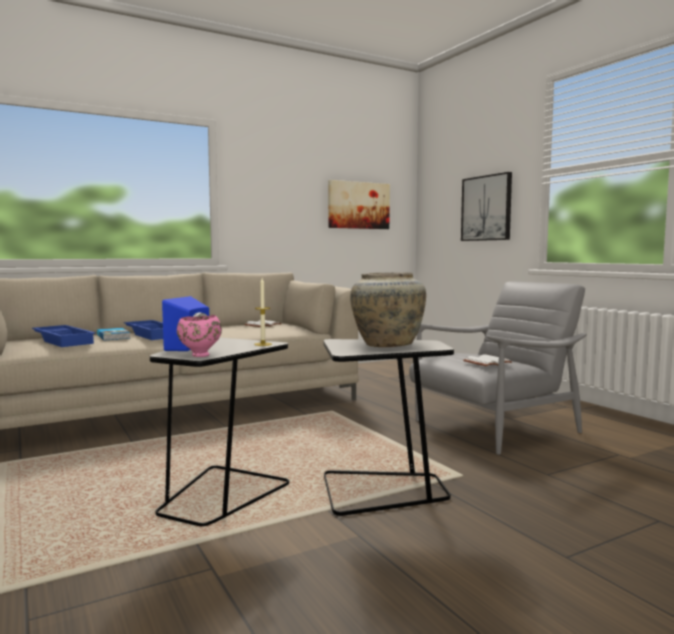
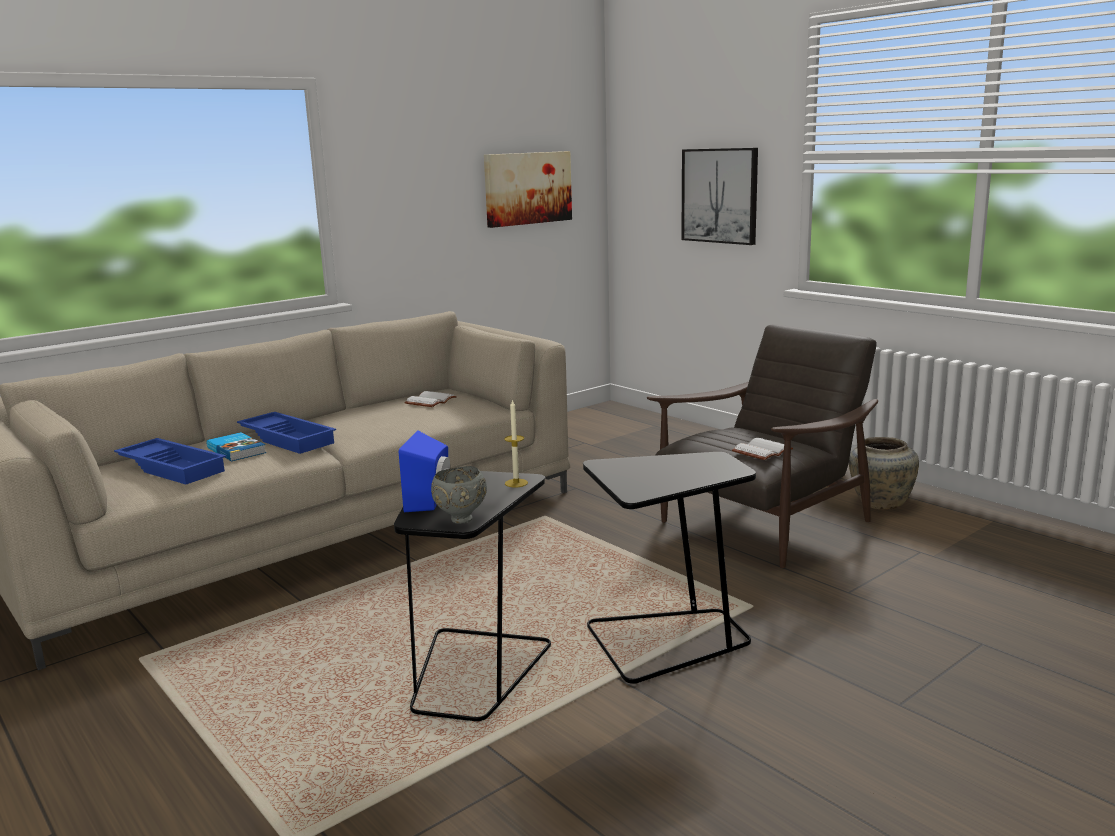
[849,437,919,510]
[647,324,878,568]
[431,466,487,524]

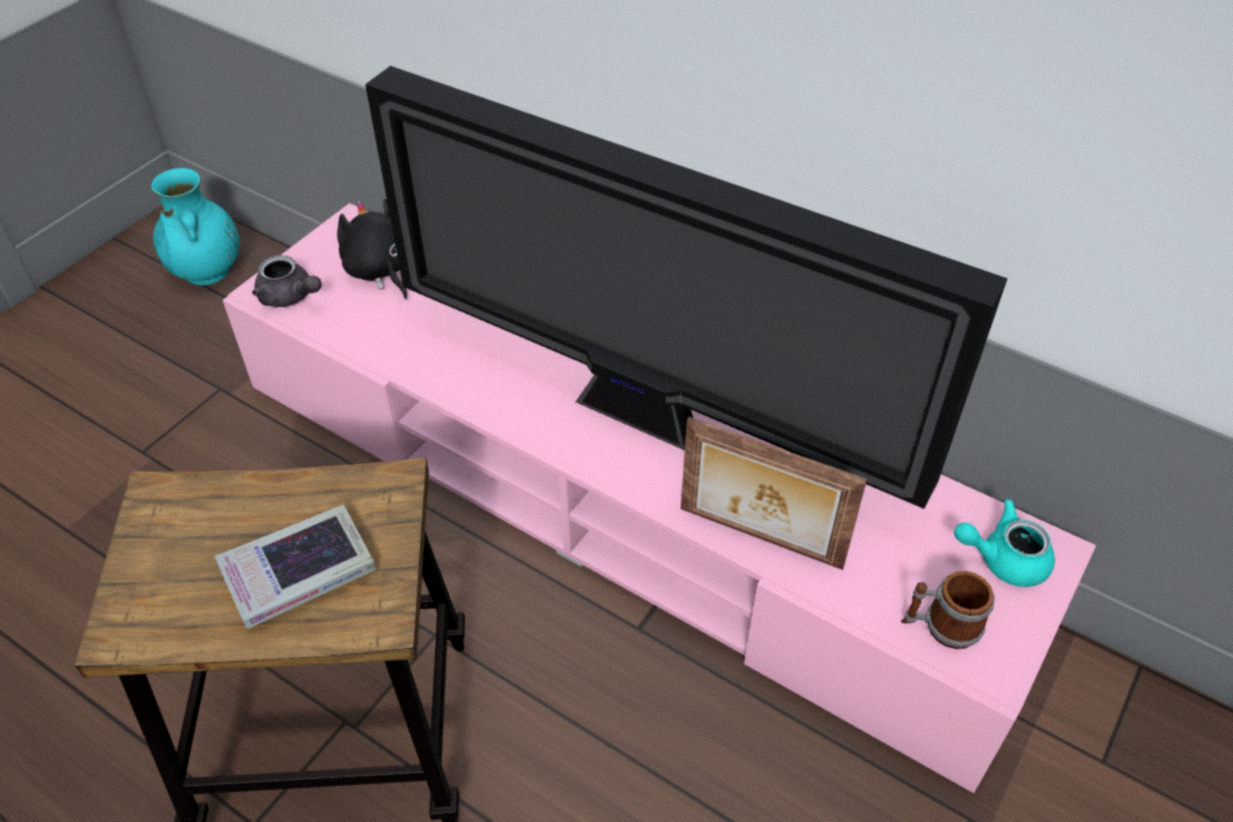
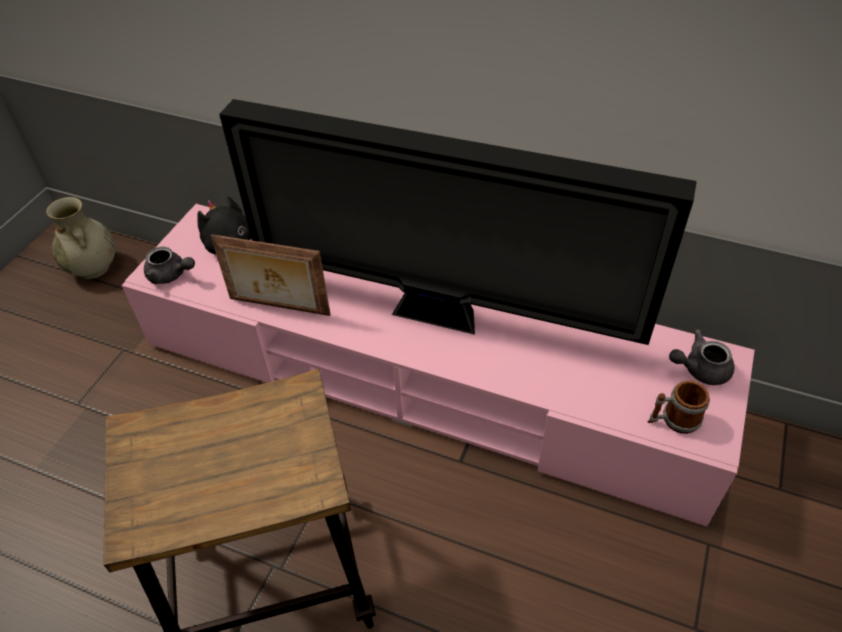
[46,197,115,279]
[211,234,330,316]
[669,329,735,385]
[214,505,376,629] (first image)

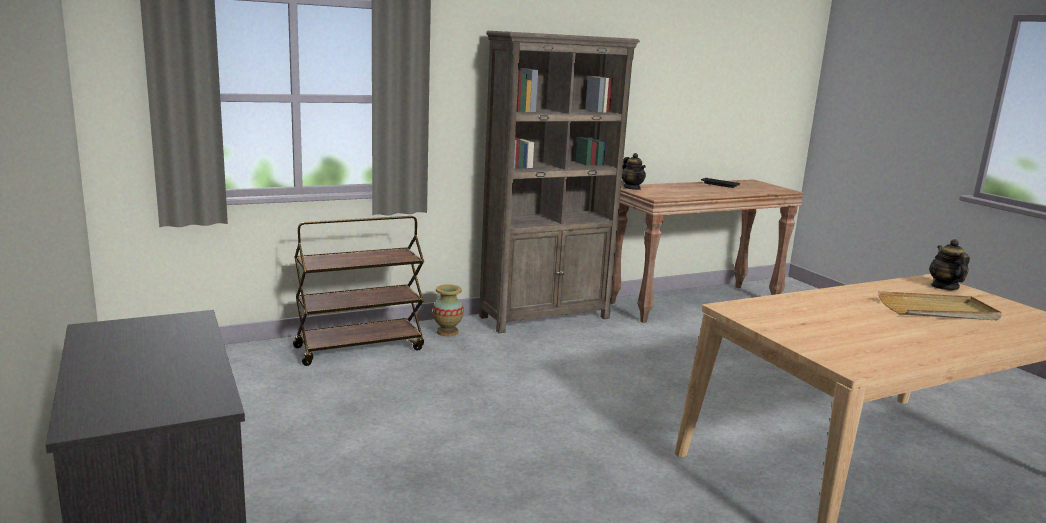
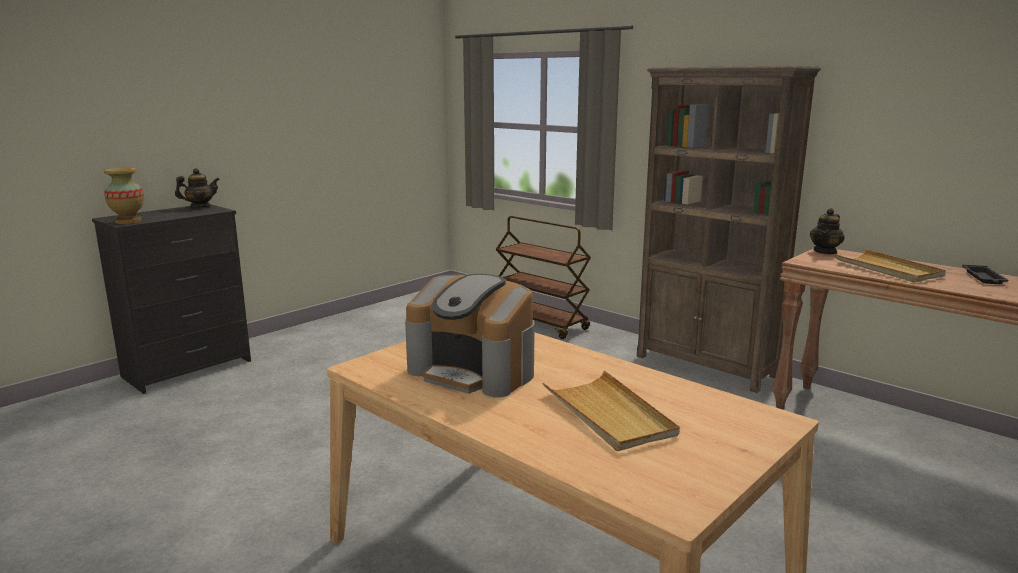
[175,168,220,208]
[104,168,144,224]
[835,250,946,283]
[405,274,535,397]

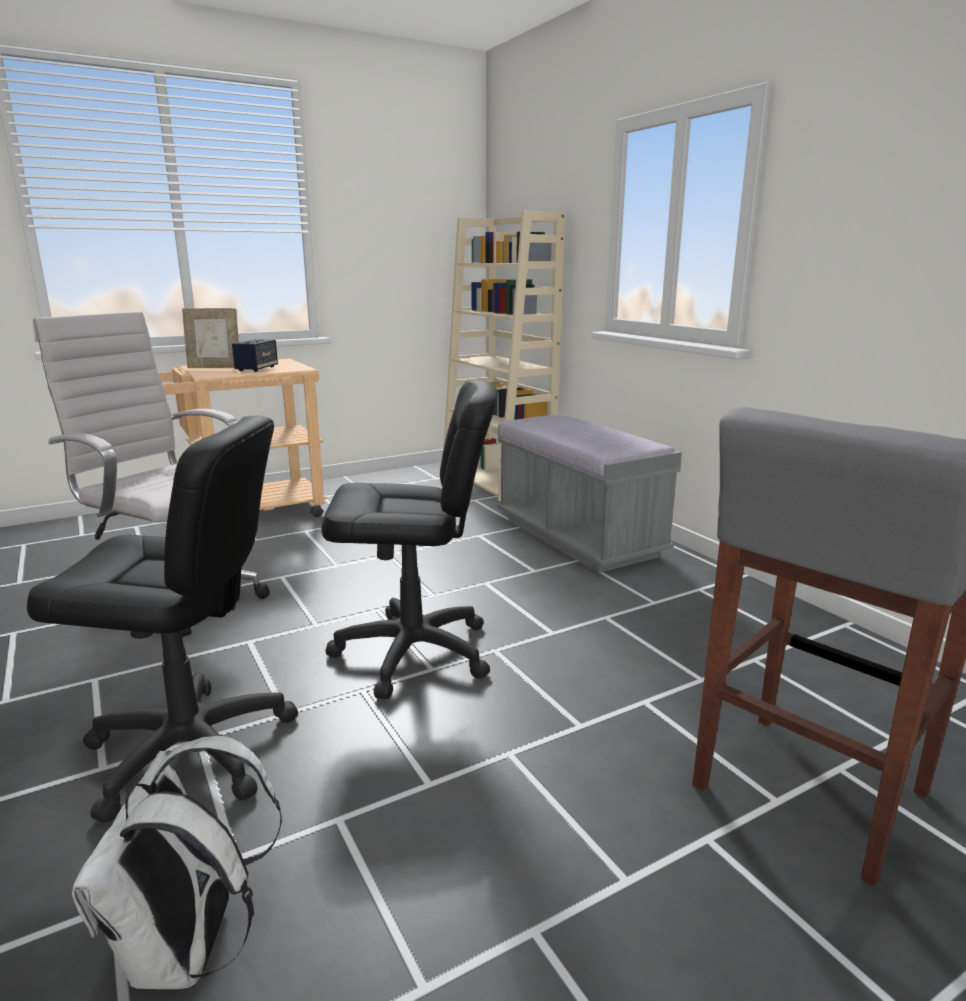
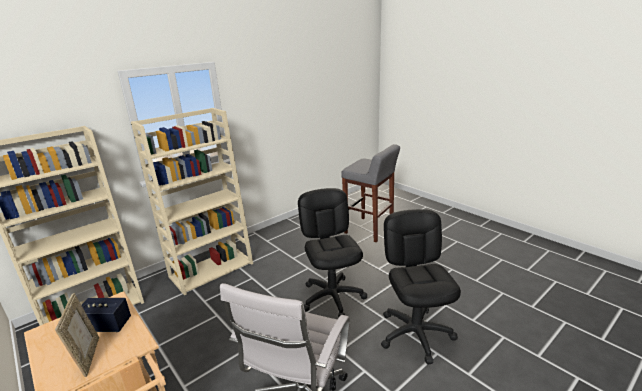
[131,108,253,296]
[72,736,282,989] (first image)

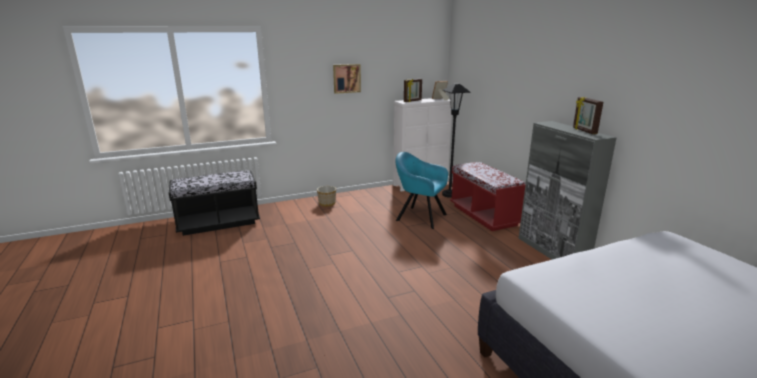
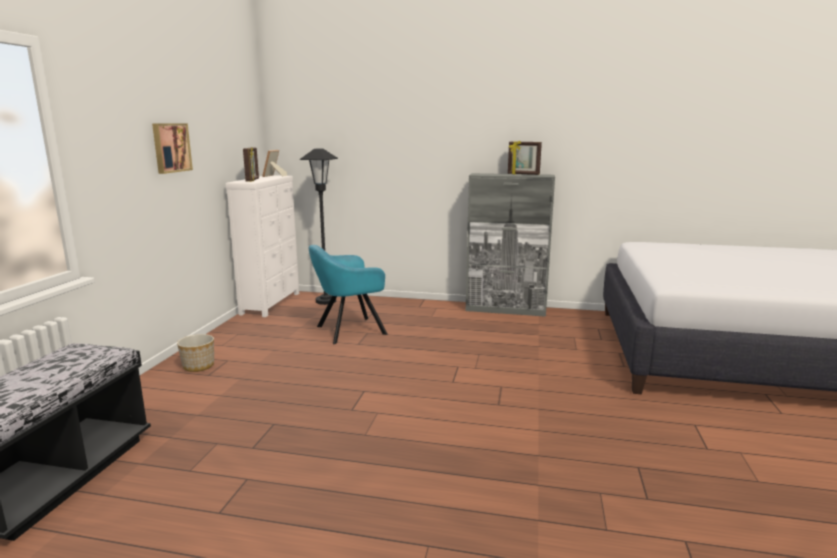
[450,162,526,231] (first image)

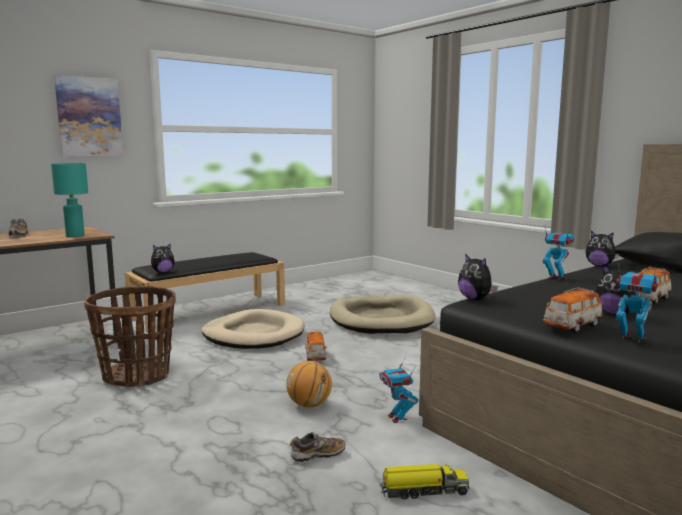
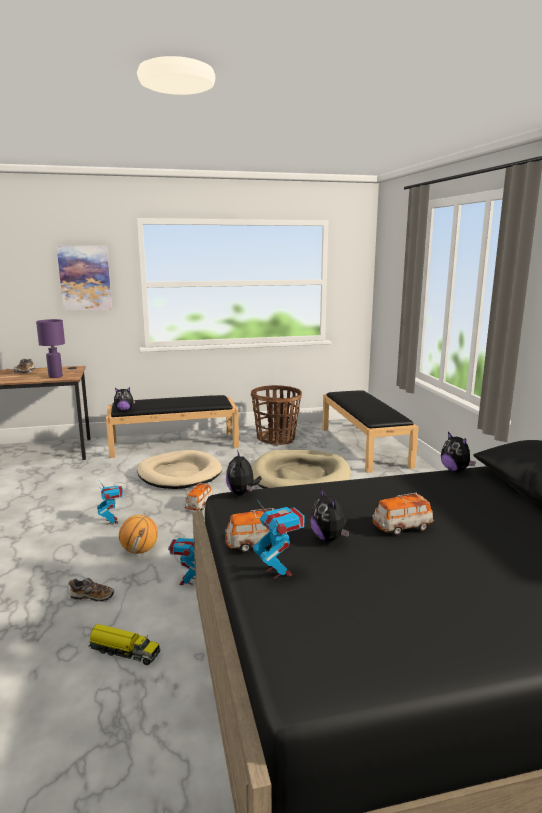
[36,319,65,378]
[97,481,123,525]
[251,385,302,445]
[322,390,419,473]

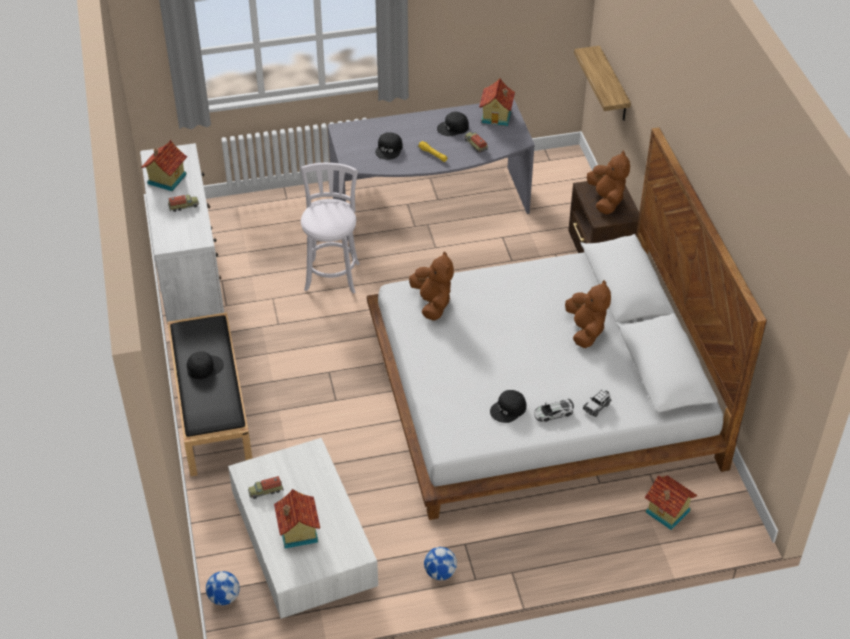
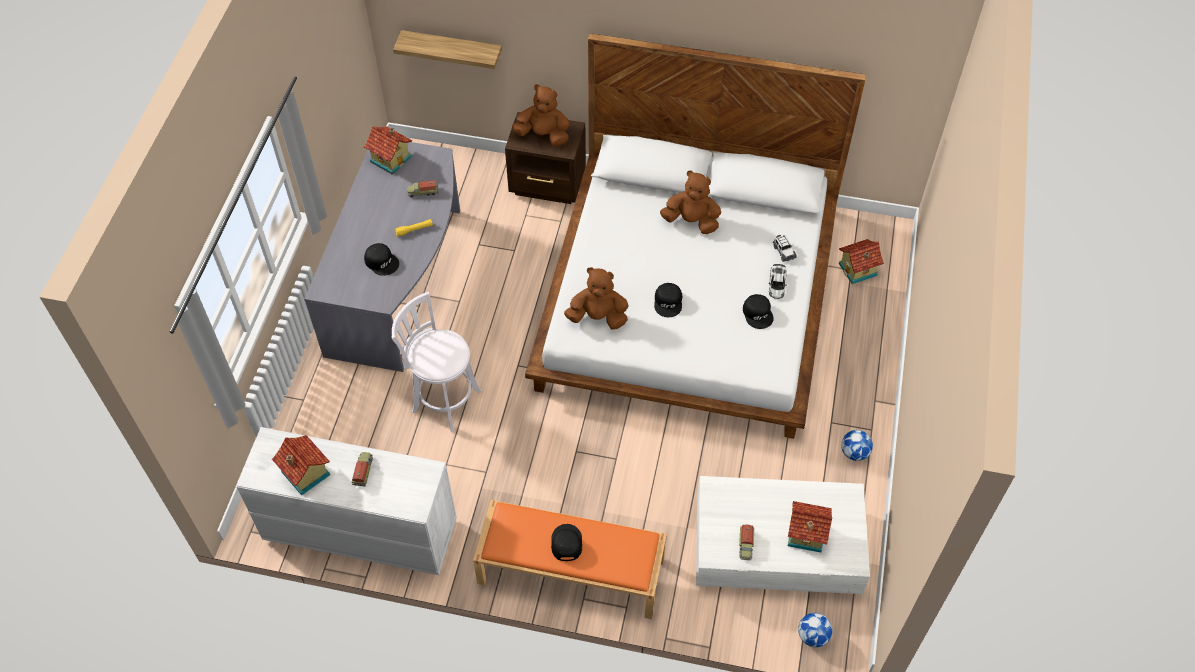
[654,283,682,317]
[473,500,667,619]

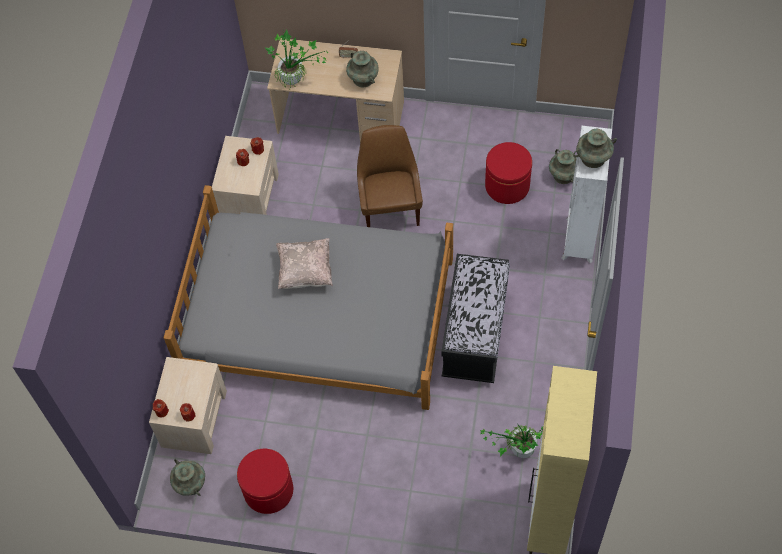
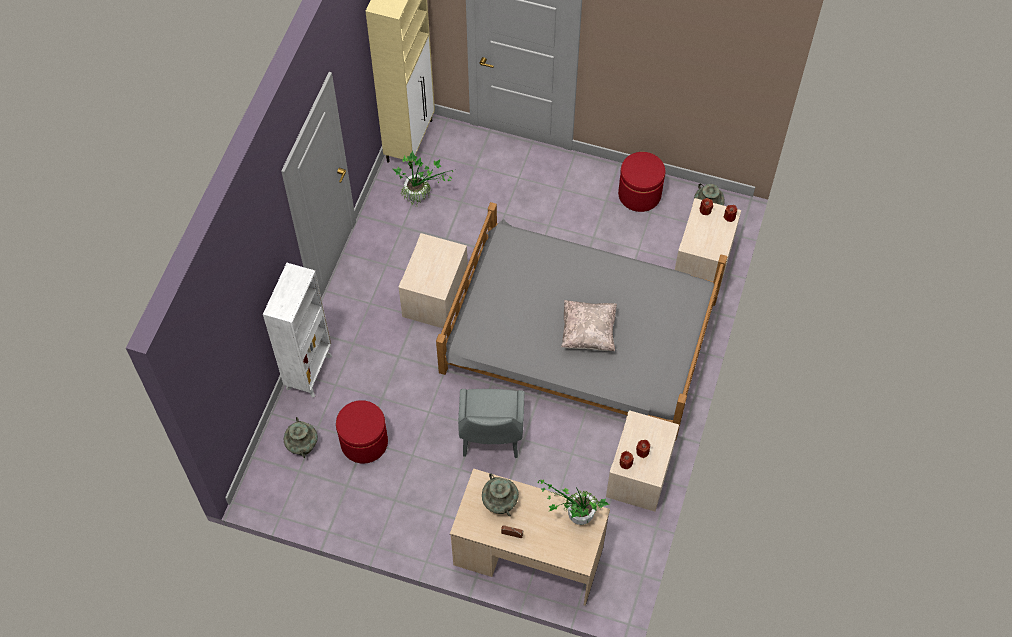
[458,389,525,458]
[573,129,617,168] (first image)
[399,233,468,328]

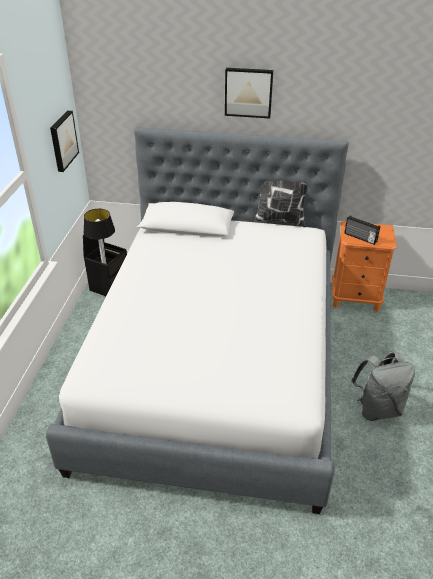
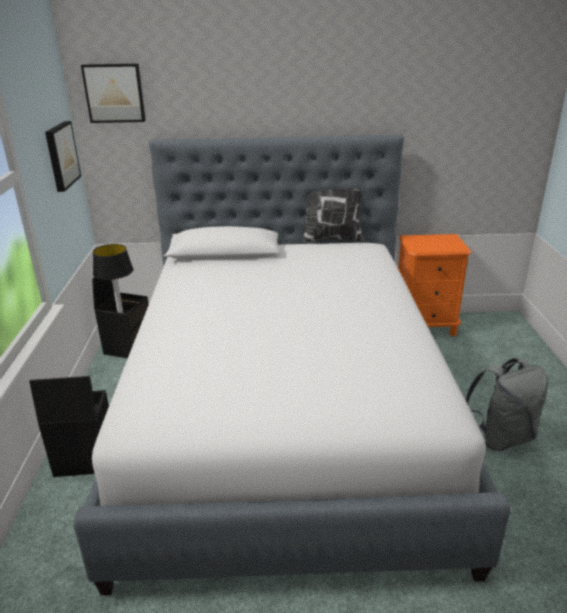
[81,63,146,123]
[344,216,380,245] (first image)
[29,376,109,477]

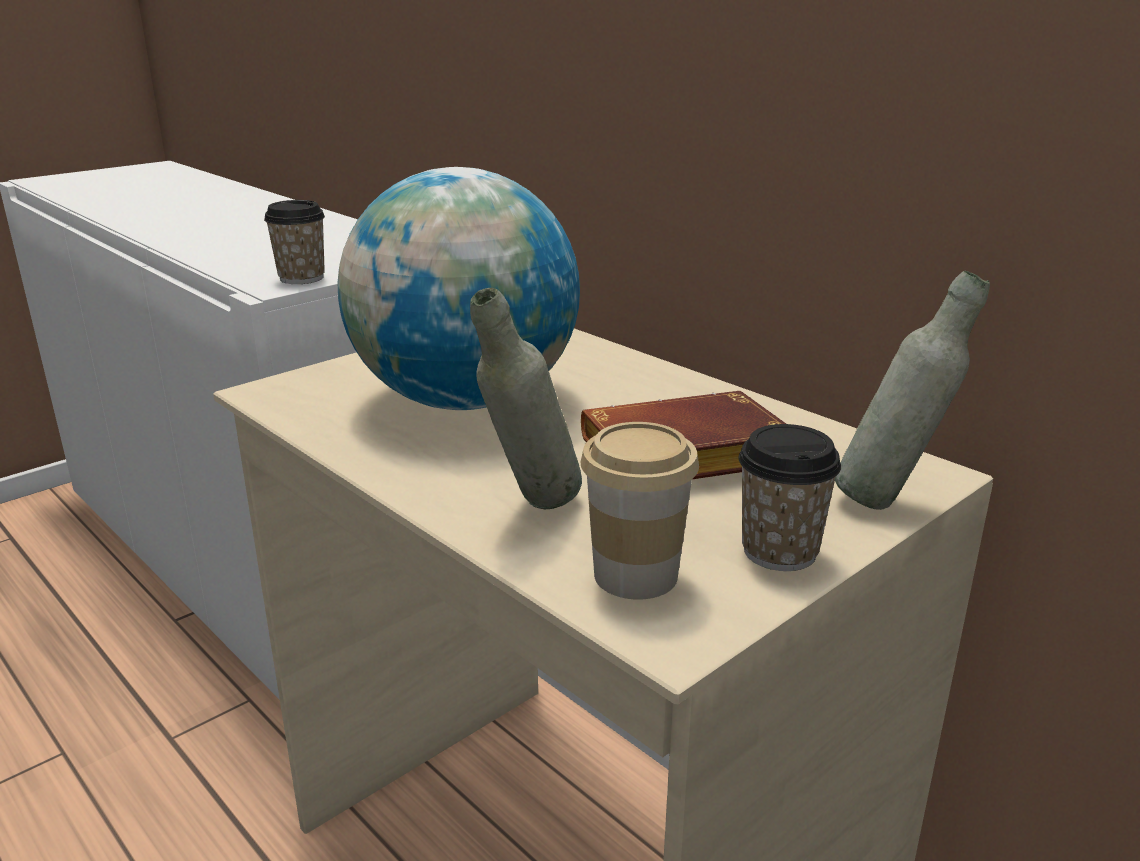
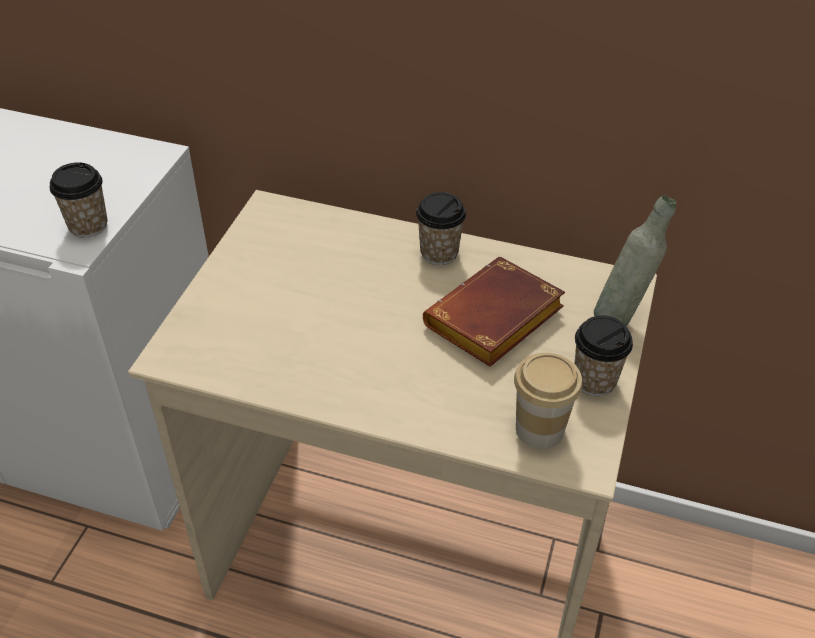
[338,167,580,410] (first image)
[470,288,582,509] (first image)
[416,192,466,265]

